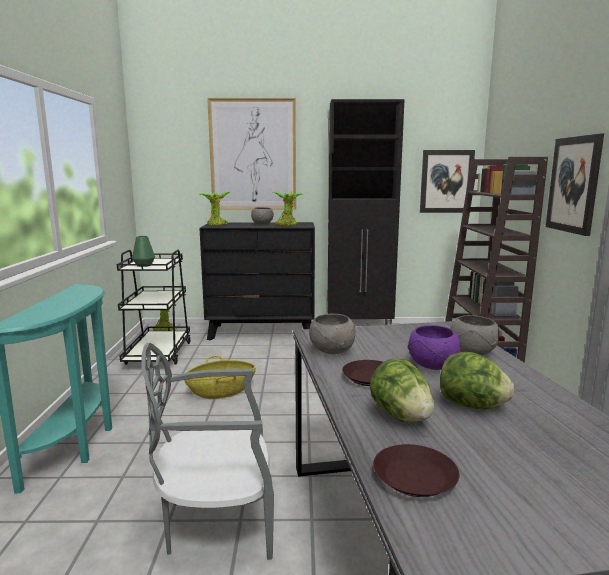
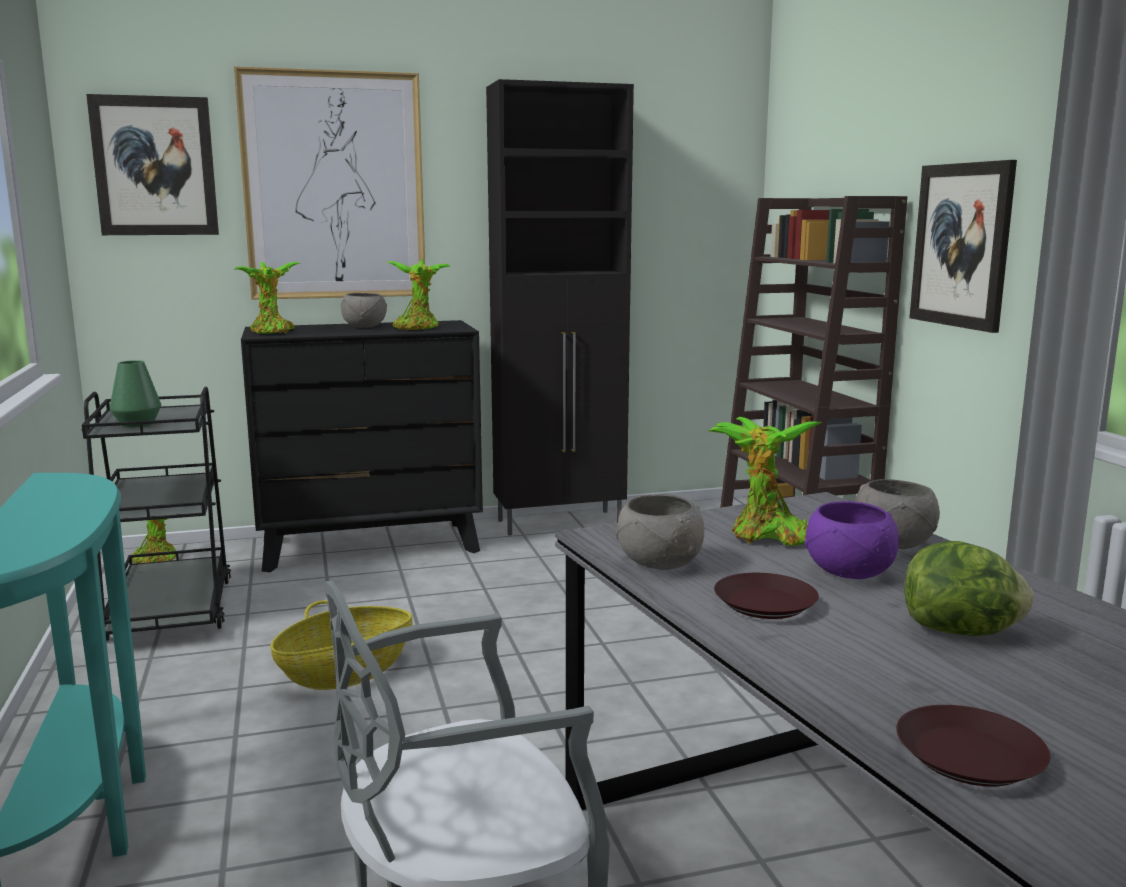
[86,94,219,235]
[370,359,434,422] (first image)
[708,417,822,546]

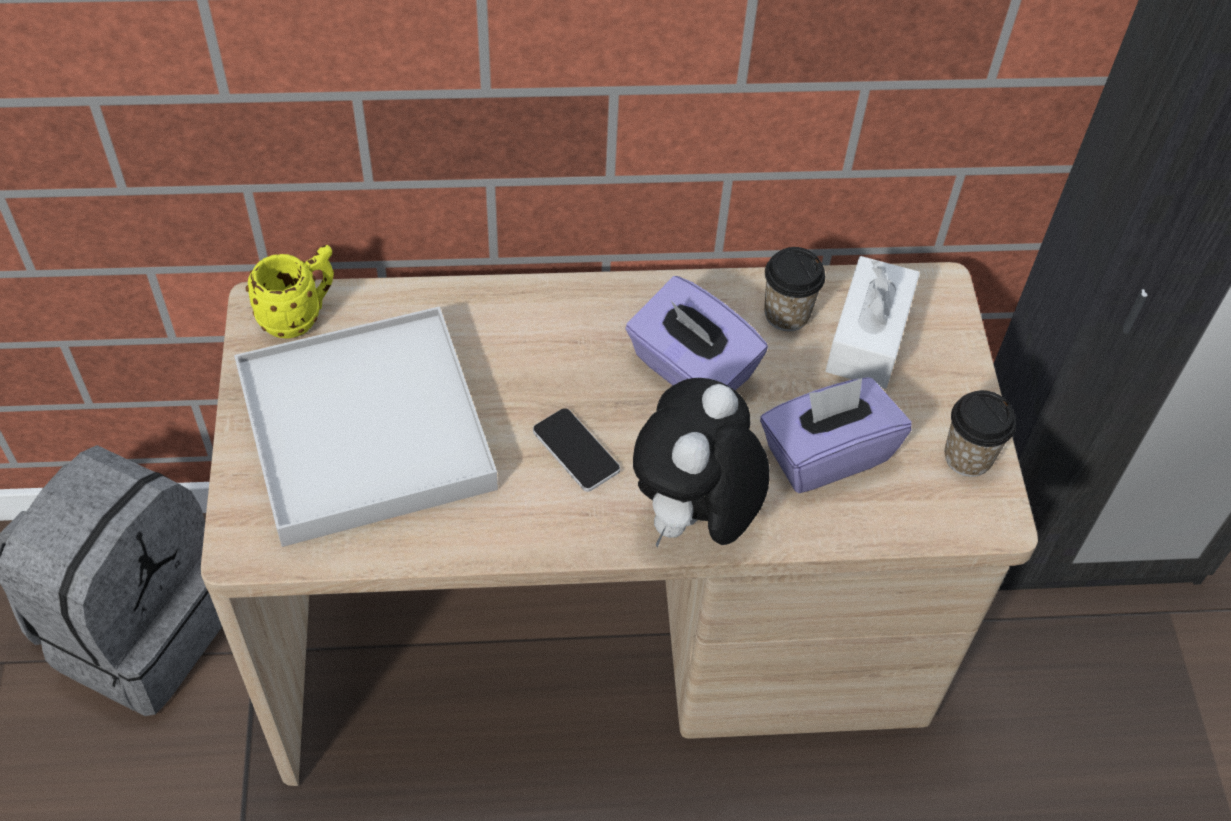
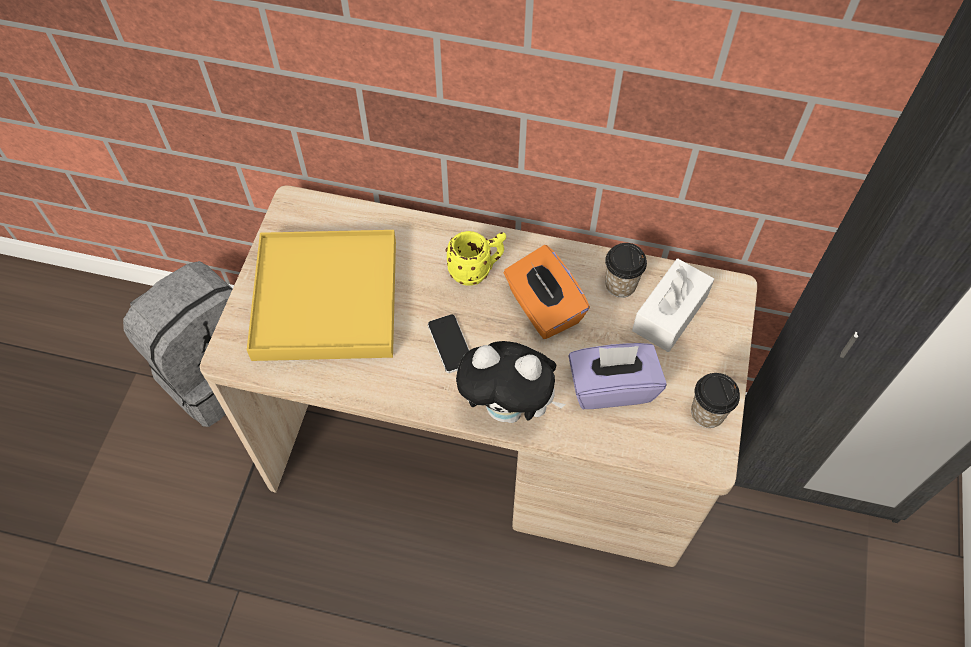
[445,231,506,286]
[503,245,590,339]
[247,230,396,361]
[456,341,566,423]

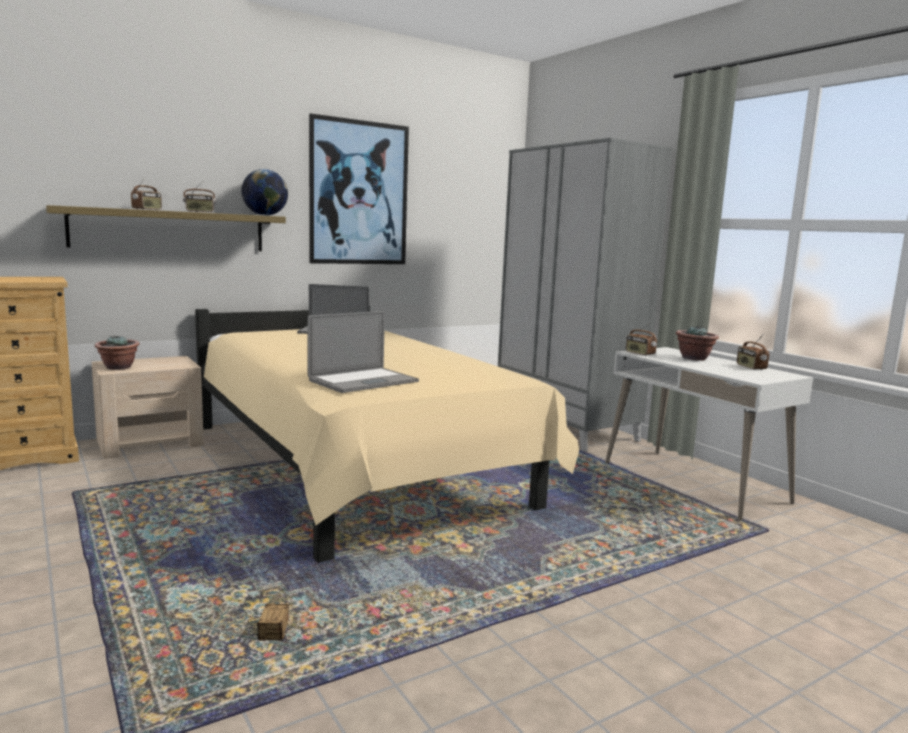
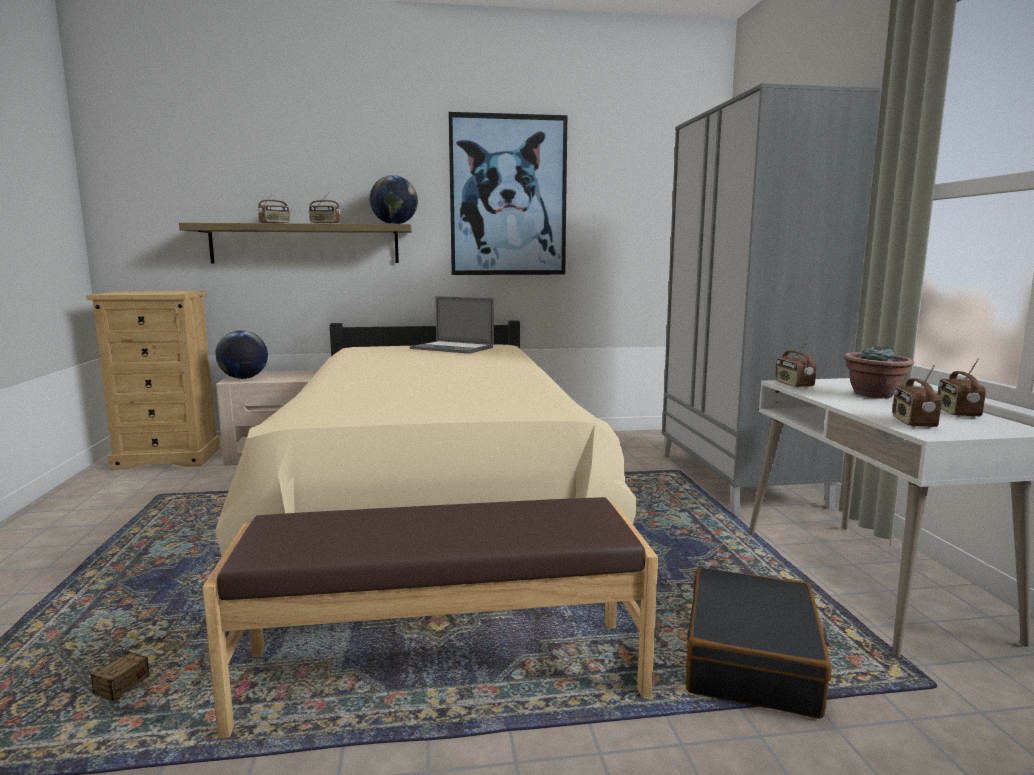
[308,311,419,393] (first image)
[215,330,268,379]
[892,365,942,428]
[202,497,658,738]
[686,568,831,719]

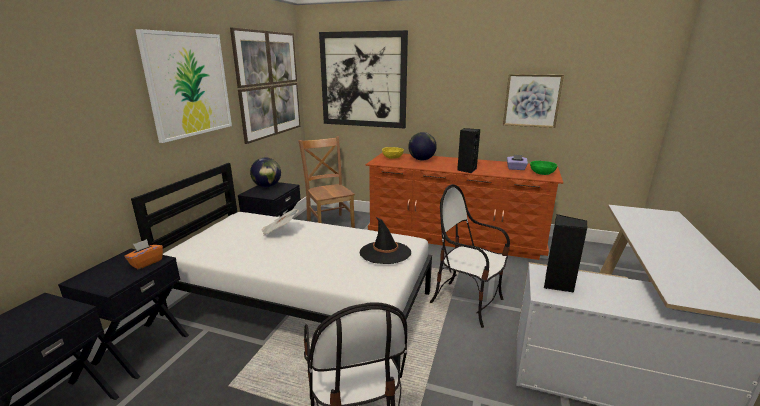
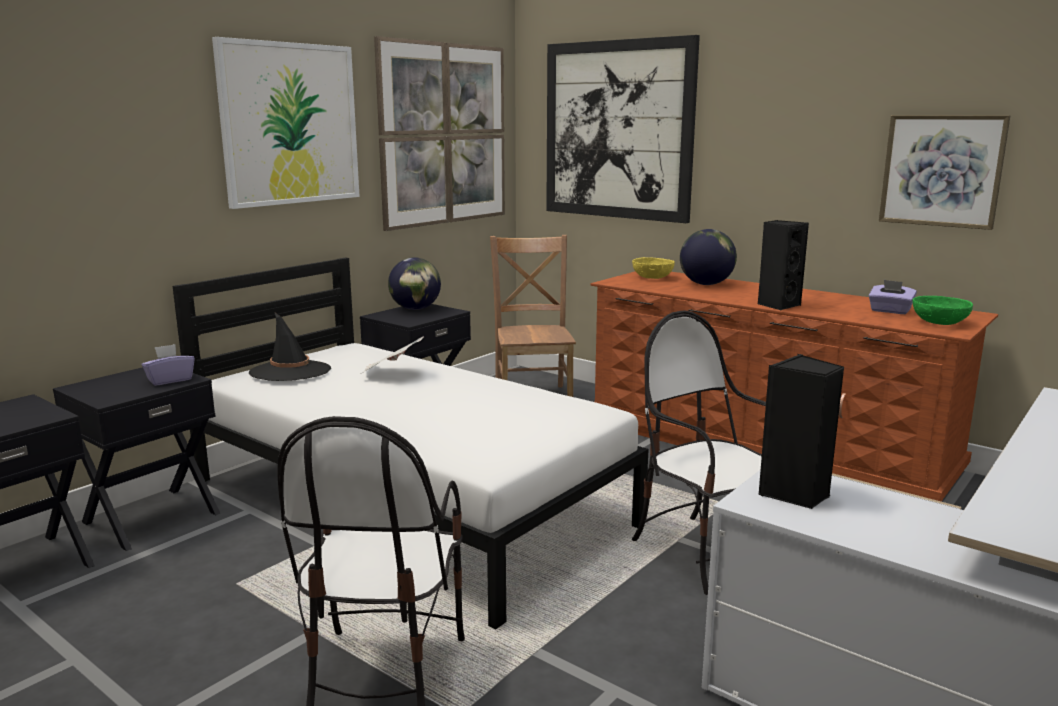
[249,312,331,381]
[141,344,195,386]

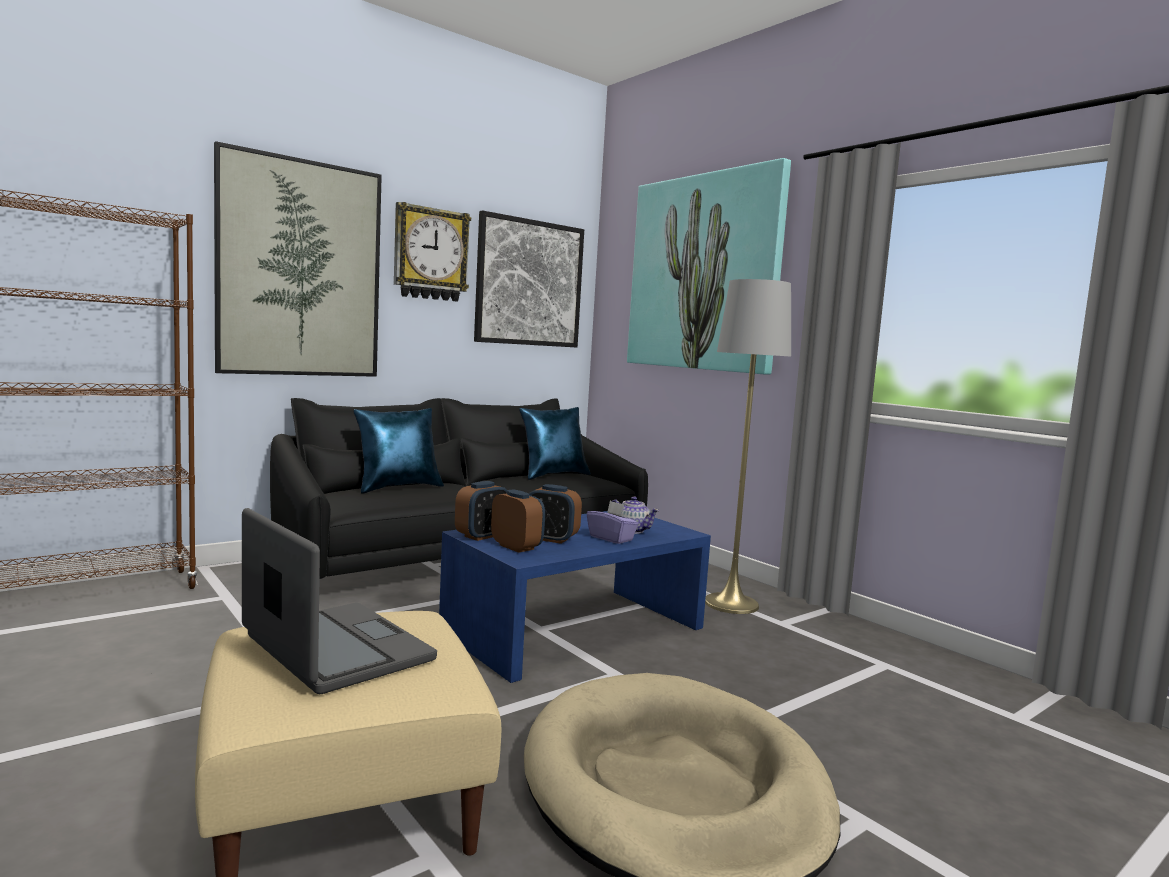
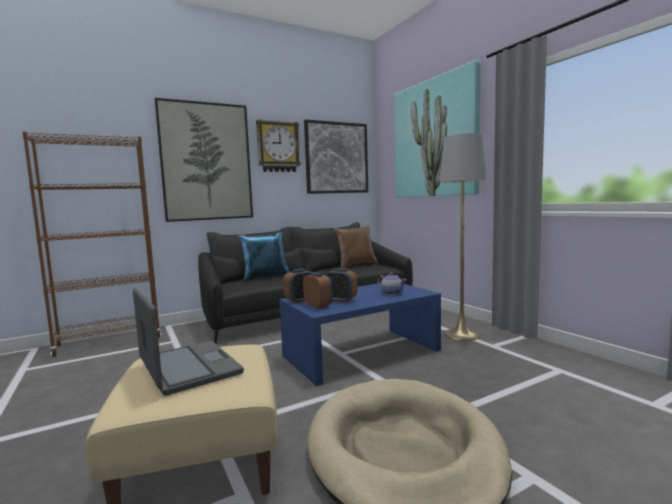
[334,226,378,268]
[587,501,639,544] (first image)

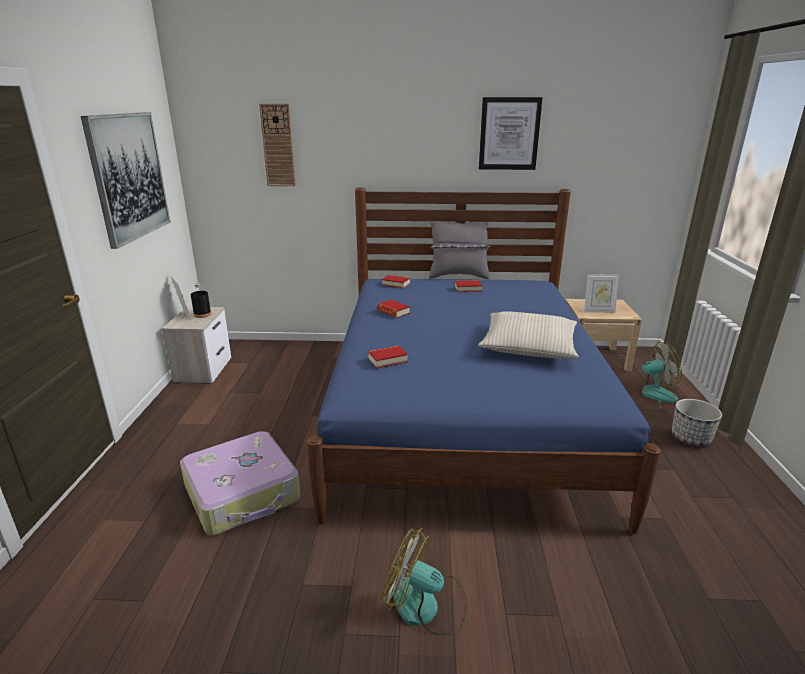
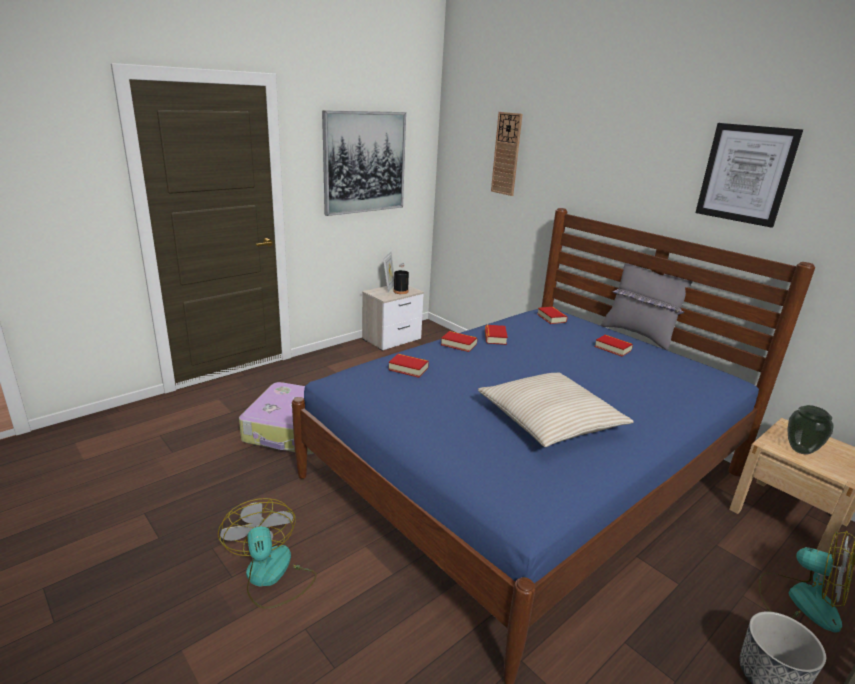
[787,405,834,455]
[441,331,477,352]

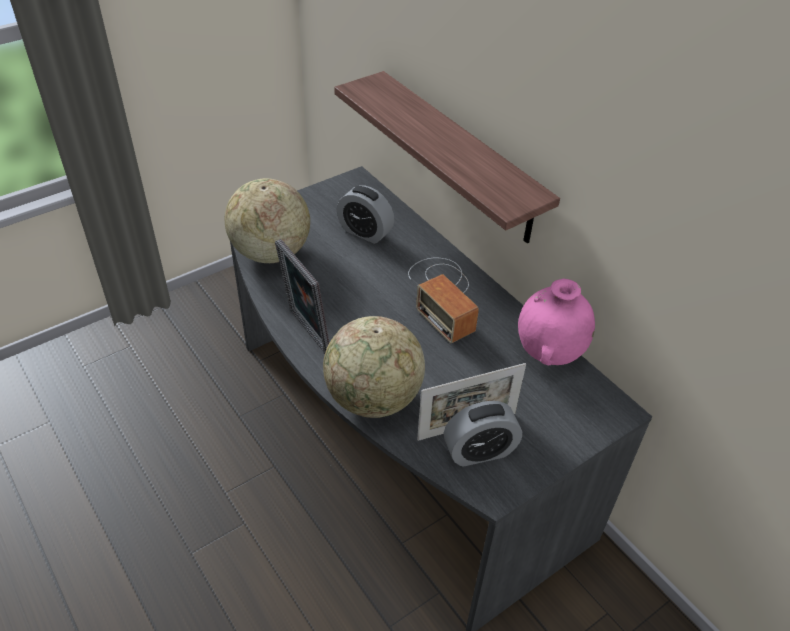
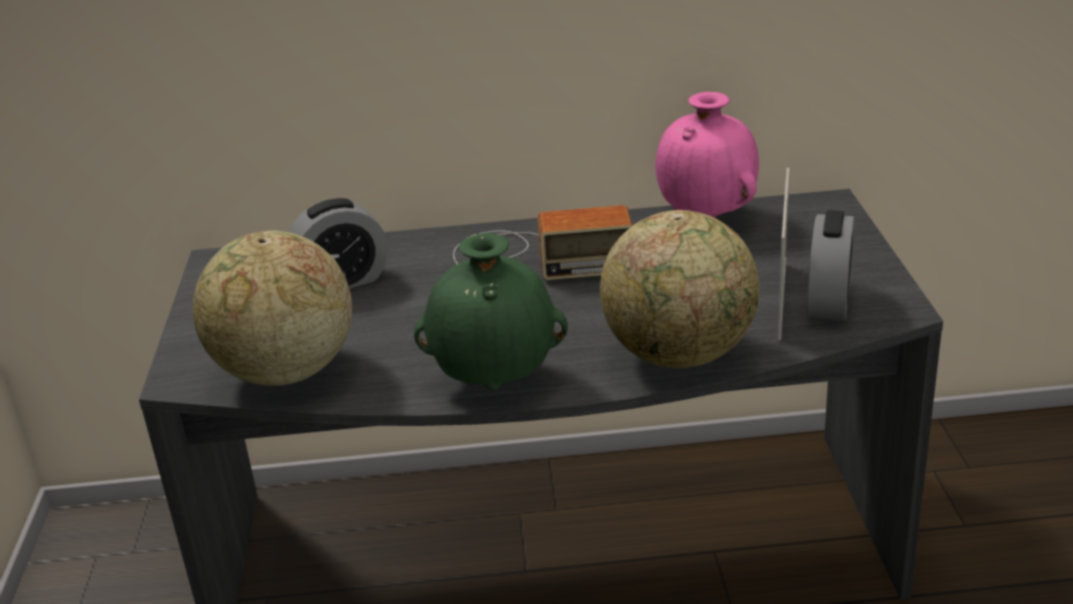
[334,71,560,244] (first image)
[414,233,568,391]

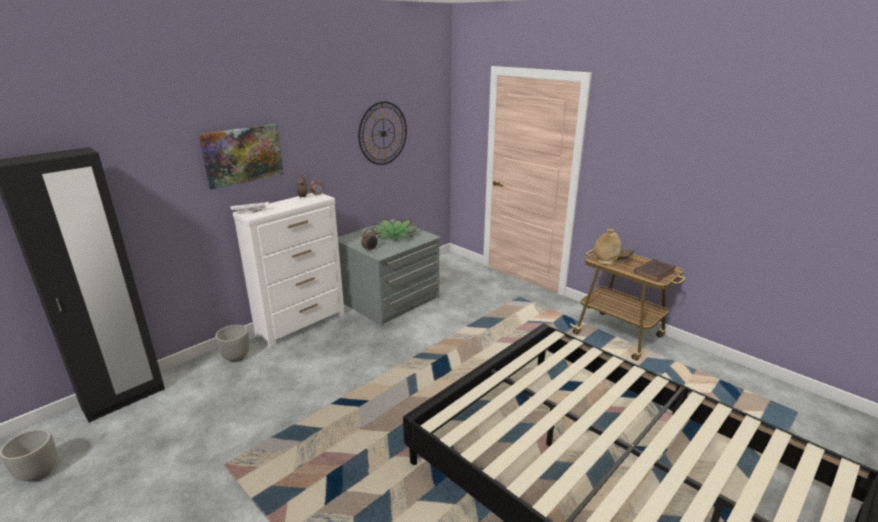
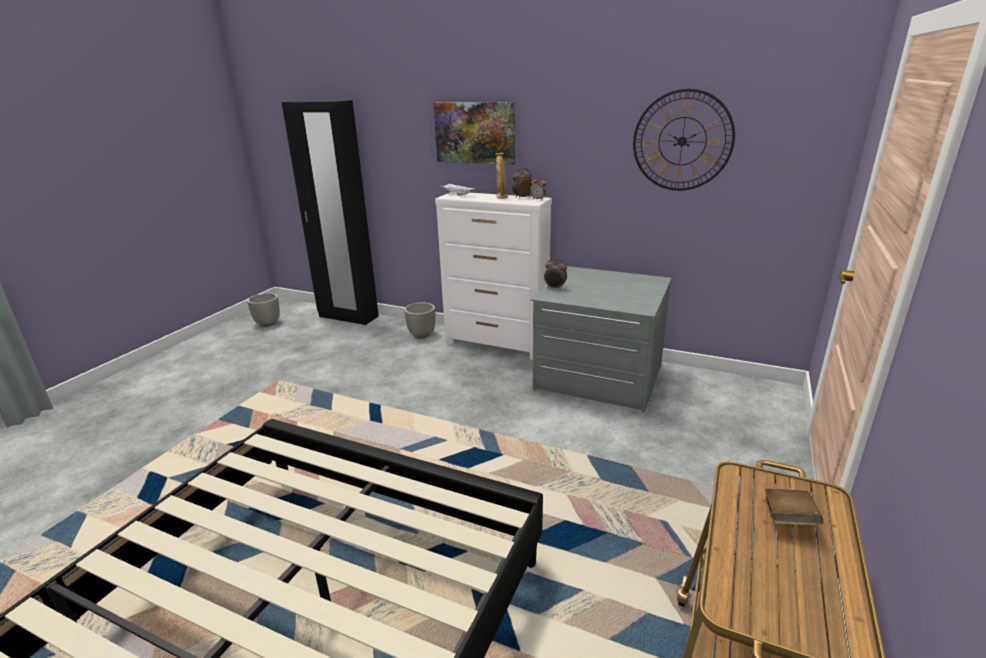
[372,219,419,241] (first image)
[496,153,508,199]
[634,259,676,282] (first image)

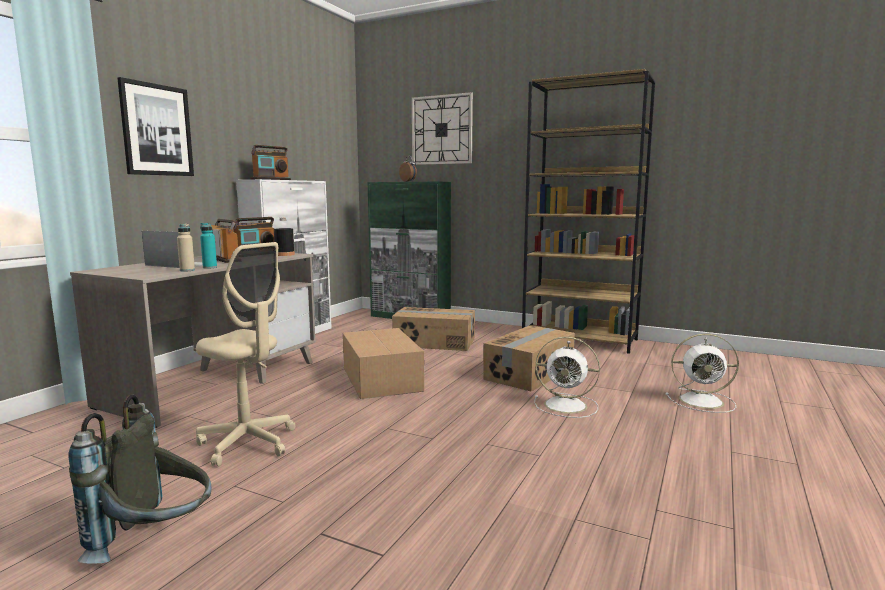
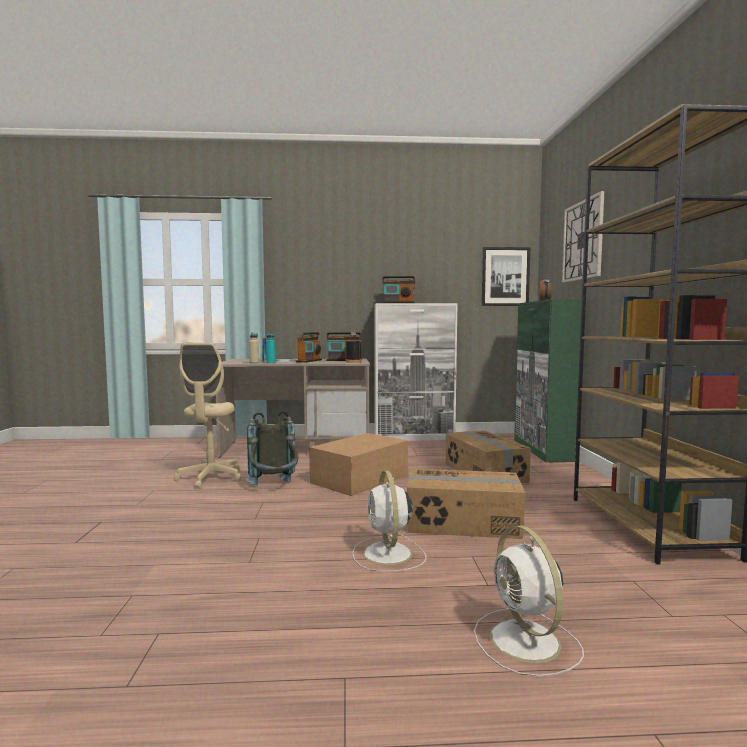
[482,247,530,306]
[246,411,298,485]

